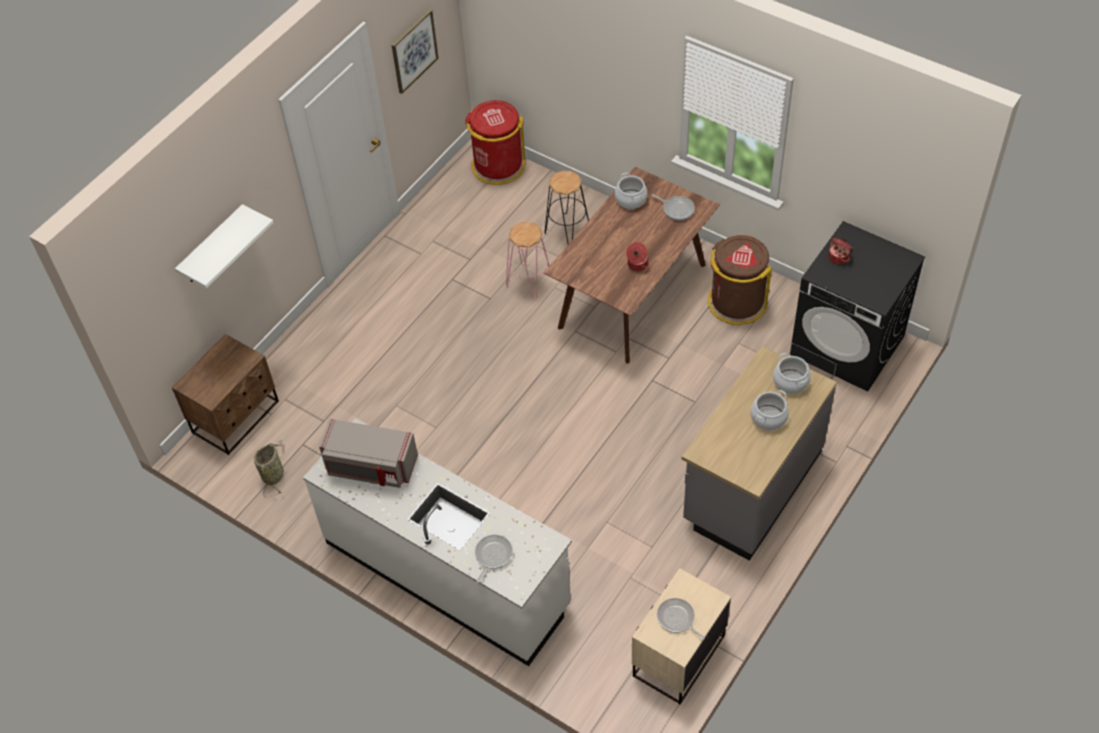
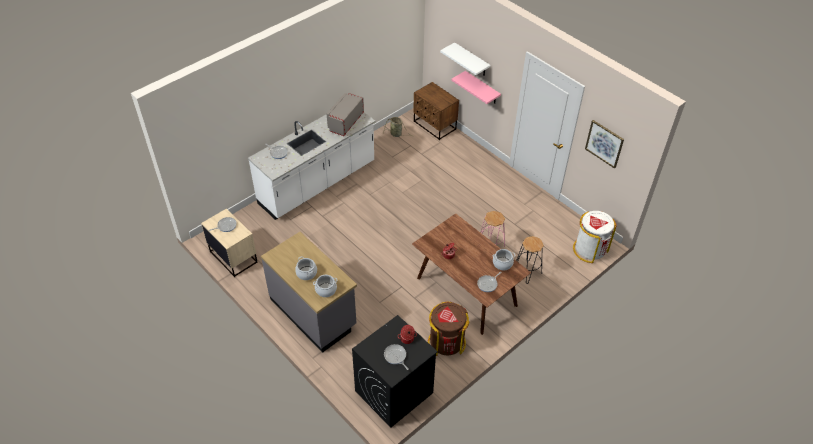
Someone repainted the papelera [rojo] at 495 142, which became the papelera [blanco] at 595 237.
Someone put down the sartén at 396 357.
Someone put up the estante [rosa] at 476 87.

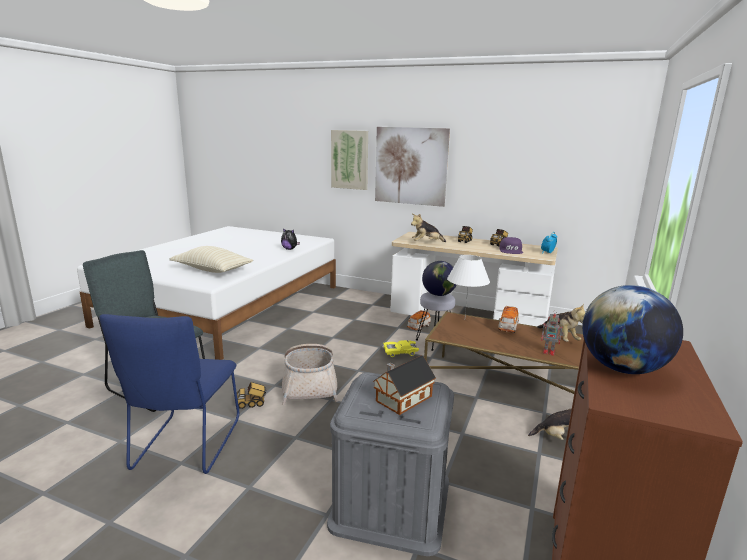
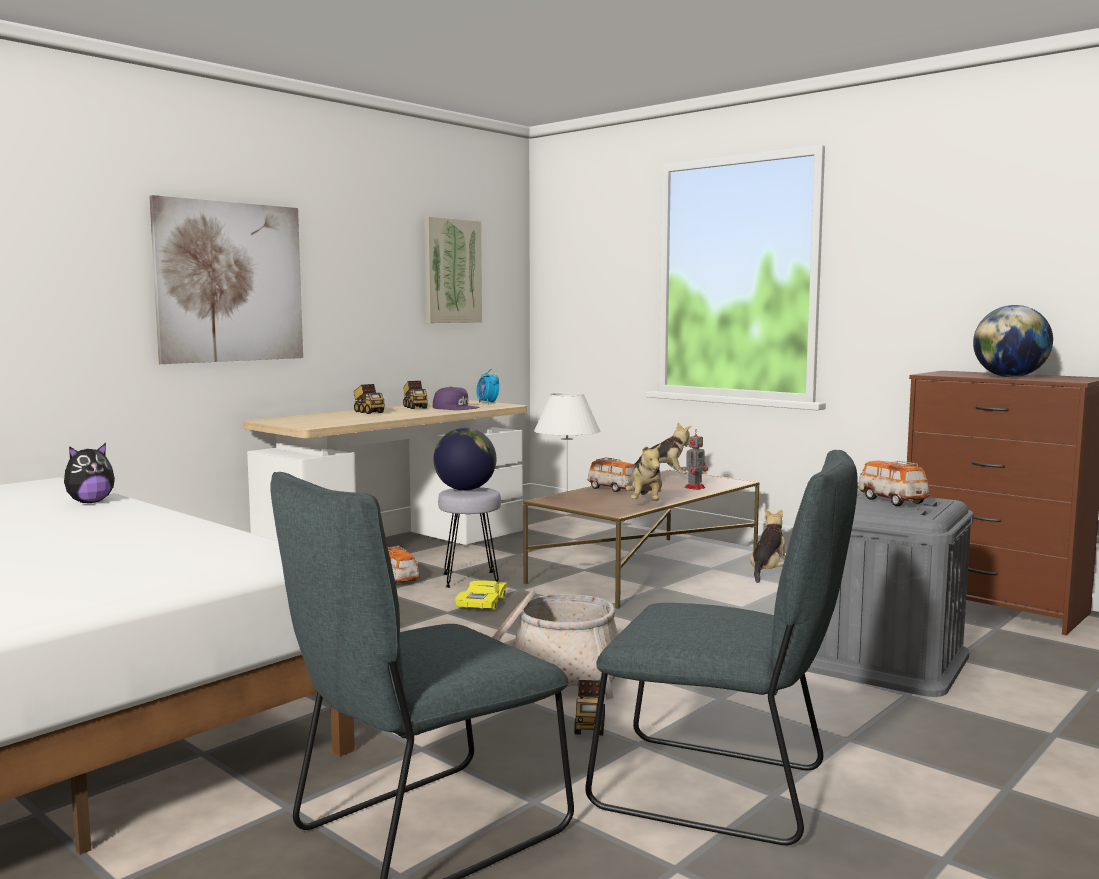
Someone repainted the silla [azul] at 169 394, which became the silla [gris] at 721 647.
Someone took away the cojín [beis] at 211 259.
Someone carried the cuadro from 349 160 to 453 269.
Someone swapped the casita at 404 385 for the coche de juguete at 894 483.
Someone carried the peluche from 428 227 to 644 472.

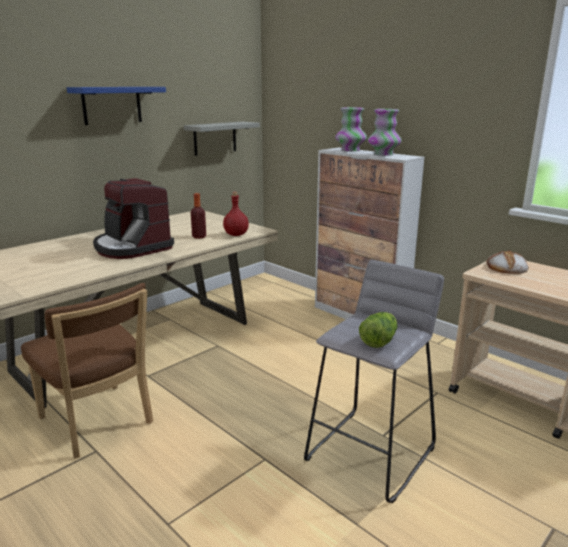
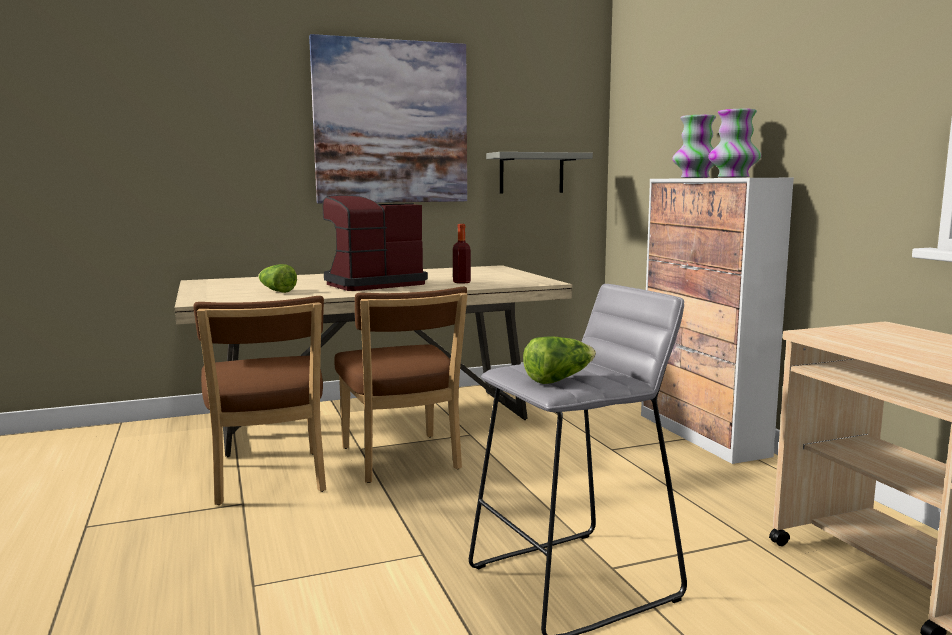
Someone swapped the estante [azul] at 116 106 for the cuadro at 388 118.
Someone rotated the cafetera at 133 218 by 75 degrees clockwise.
Someone took away the botella [rojo] at 236 214.
Someone took away the pan at 507 262.
Someone put down the lechuga at 277 278.
Someone put down the silla [marrón] at 401 385.

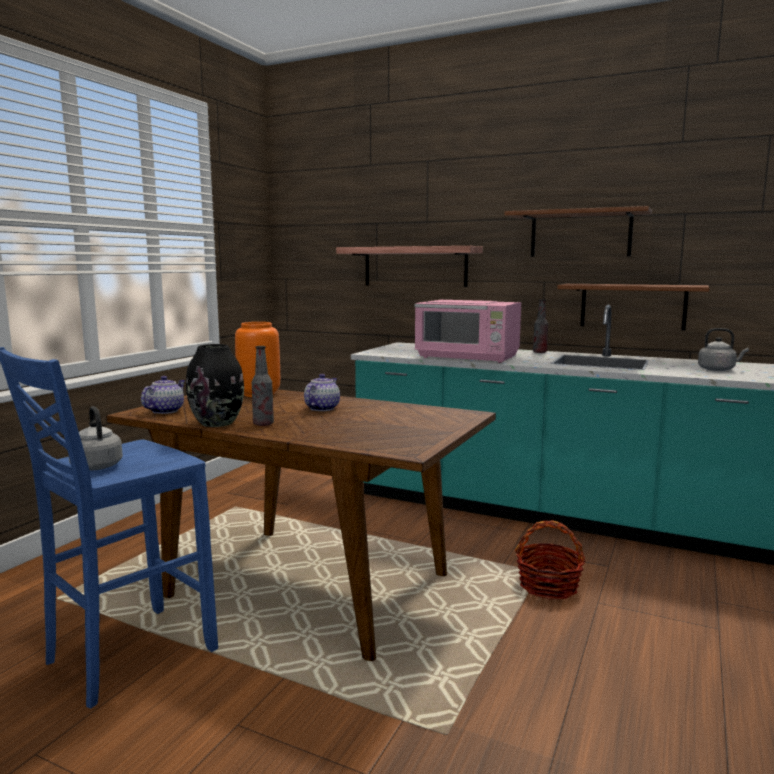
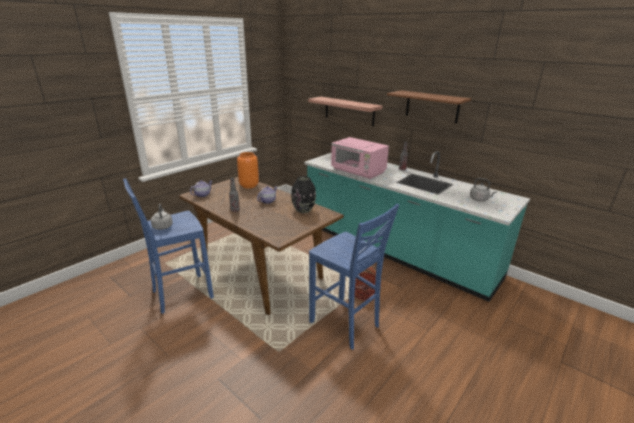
Someone carried the florero [negro] from 215 385 to 303 194.
Someone took away the estante [marrón] at 633 307.
Someone put down the taburete [azul] at 354 277.

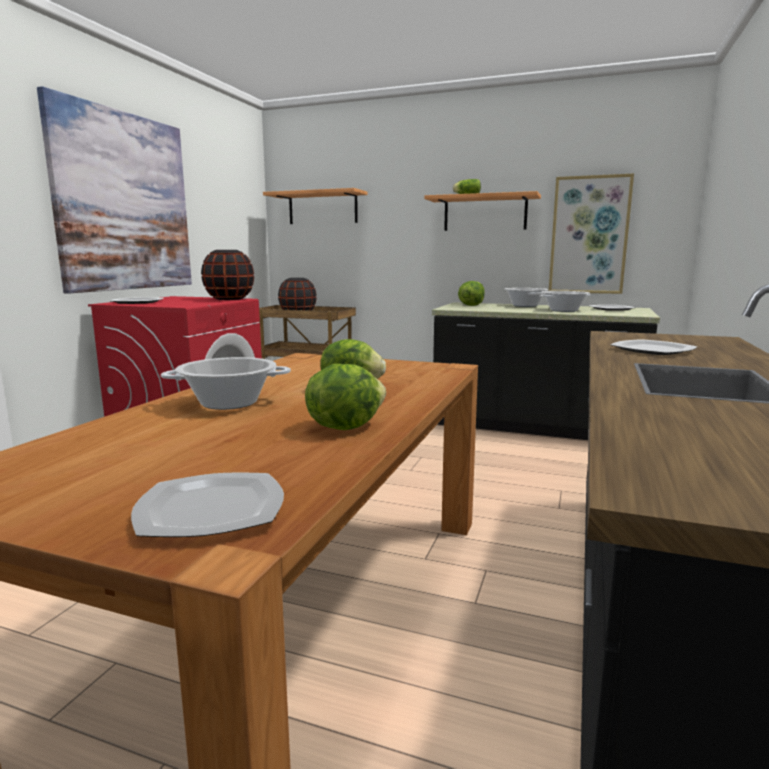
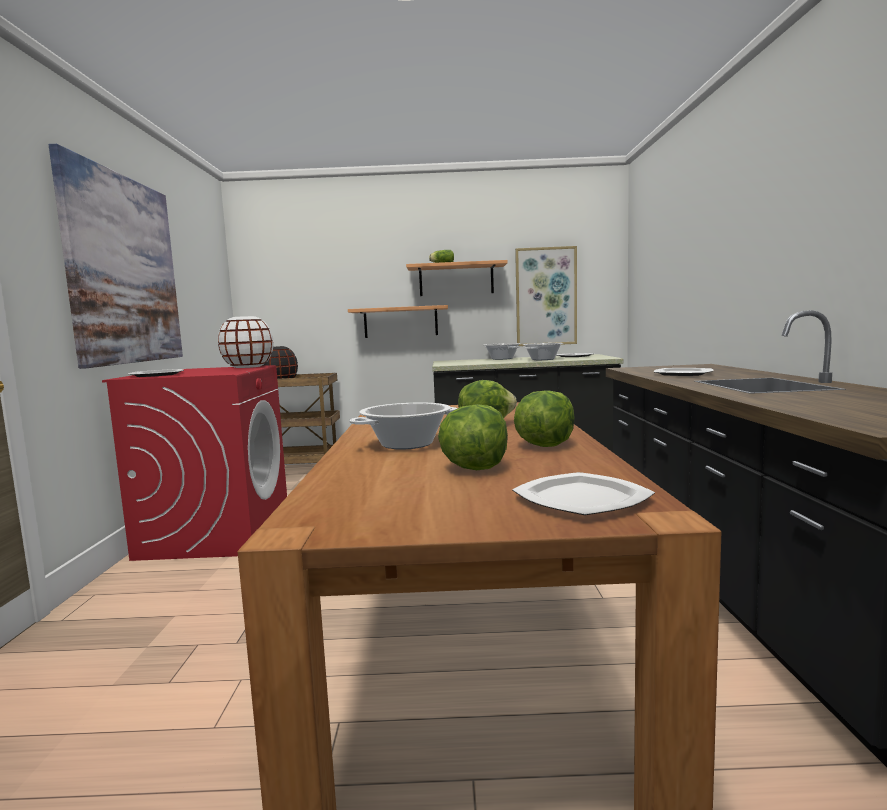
Someone repainted the florero [negro] at 227 275, which became the florero [blanco] at 246 342.
Someone carried the estante from 315 206 to 398 321.
Someone carried the lechuga from 471 293 to 473 437.

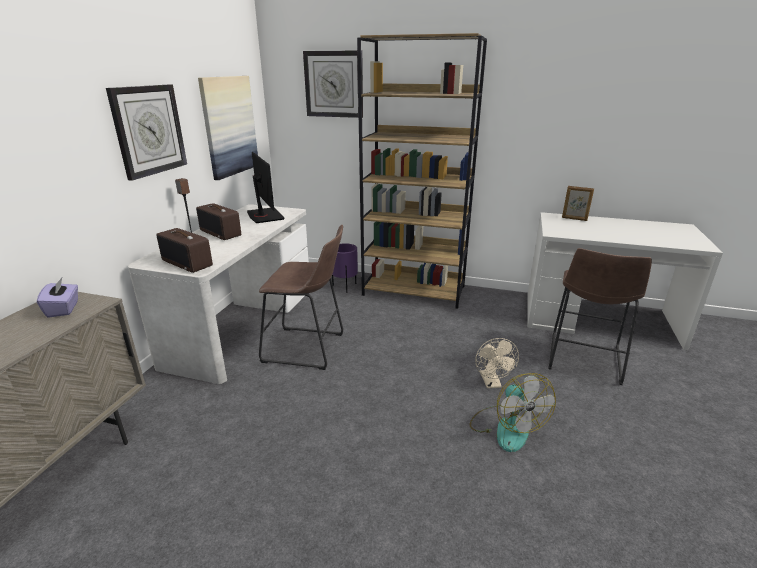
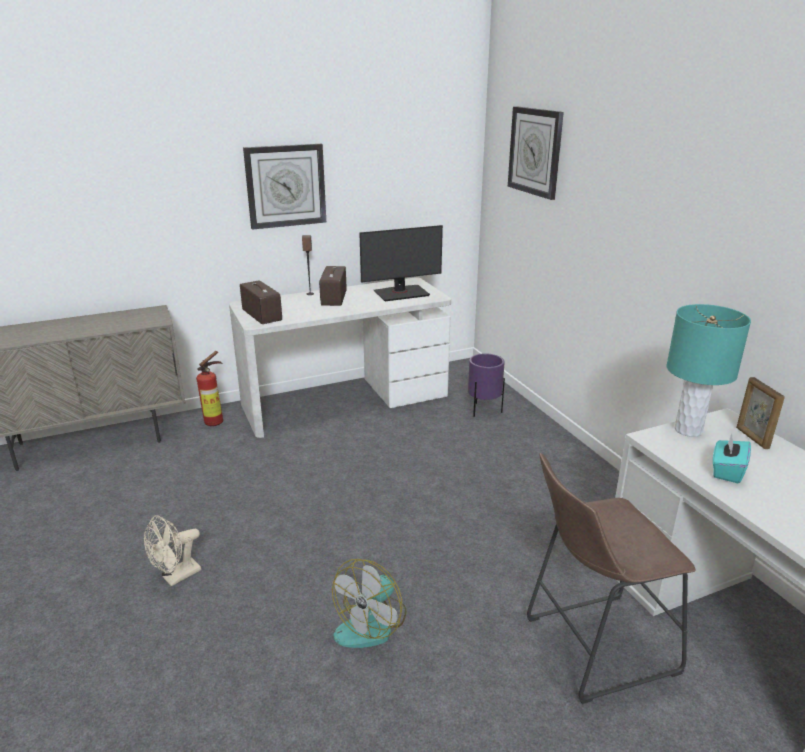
Someone took away the caja de pañuelos [morado] at 57 298.
Someone rotated the radio at 184 250 by 150 degrees clockwise.
Someone took away the cuadro at 228 128.
Someone rotated the monitor at 266 187 by 45 degrees clockwise.
Someone took away the taburete [marrón] at 301 297.
Someone took away the estantería [marrón] at 422 171.
Someone carried the ventilador [beis] from 497 363 to 172 550.
Someone put down the extintor at 209 388.
Someone put down the lámpara de mesa [turquesa] at 708 370.
Someone put down the caja de pañuelos [turquesa] at 732 458.

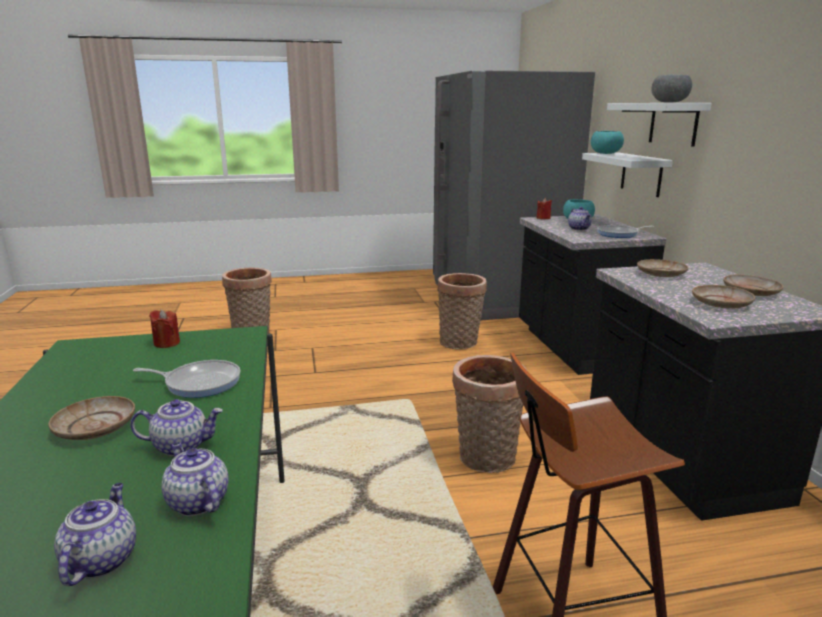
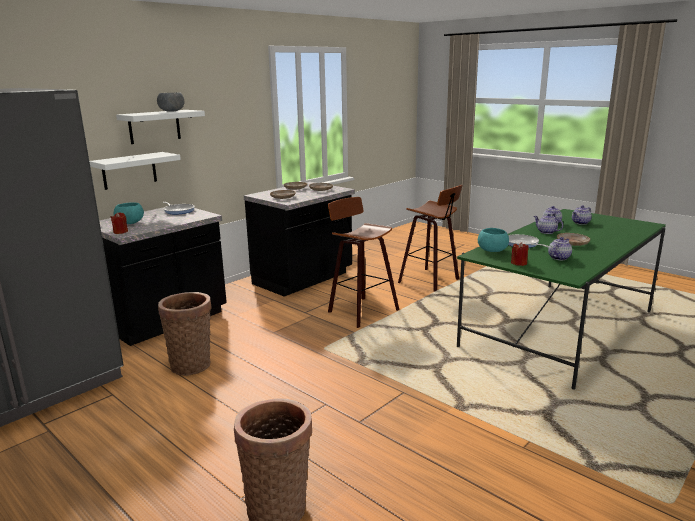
Someone swapped the cesta at 489 414 for the taburete at 363 262.
Someone carried the tetera from 580 218 to 560 248.
Someone carried the cuenco [turquesa] from 607 142 to 493 240.

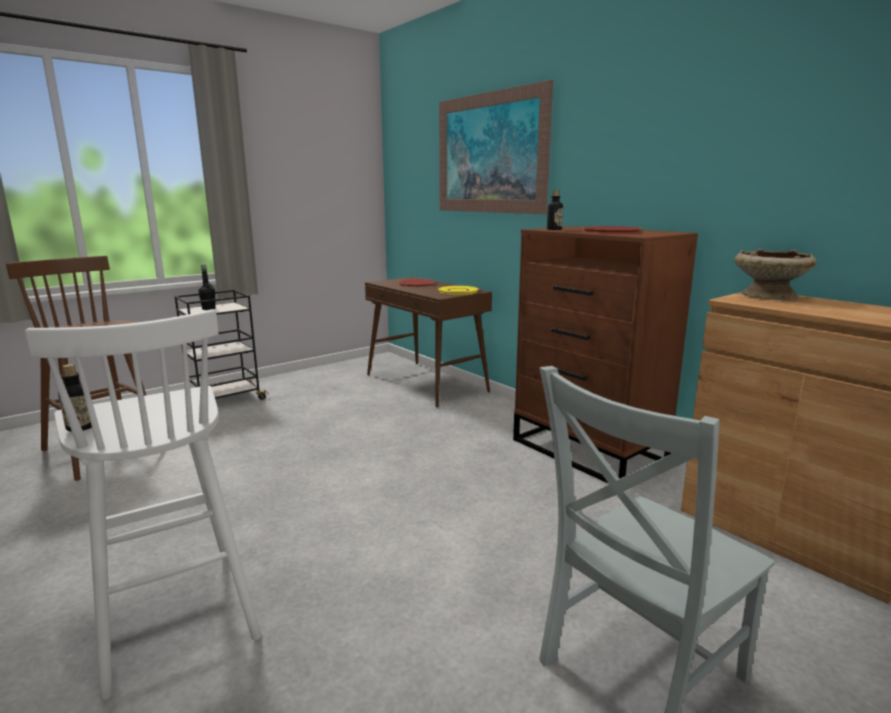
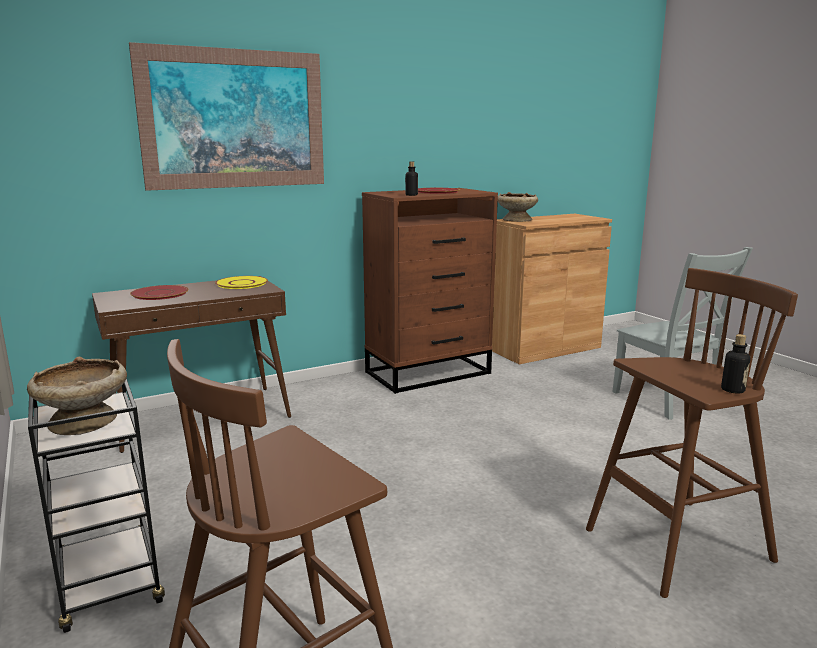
Someone repainted the taburete [blanco] at 143 504, which became the taburete [marrón] at 692 433.
Someone swapped the botella [negro] at 207 287 for the cuenco [beis] at 77 396.

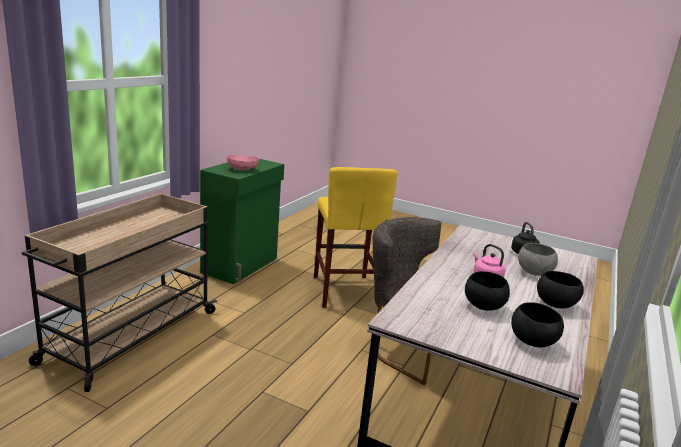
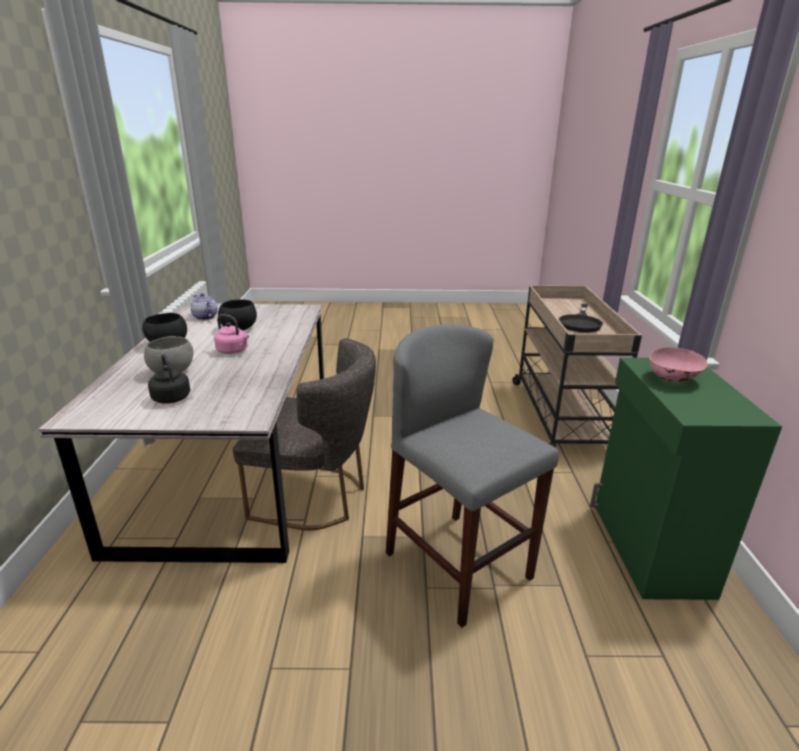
Someone repainted the taburete [amarillo] at 355 237, which became the taburete [gris] at 472 476.
Someone swapped the cuenco [negro] at 537 324 for the tetera at 204 306.
Someone put down the sartén [negro] at 581 318.

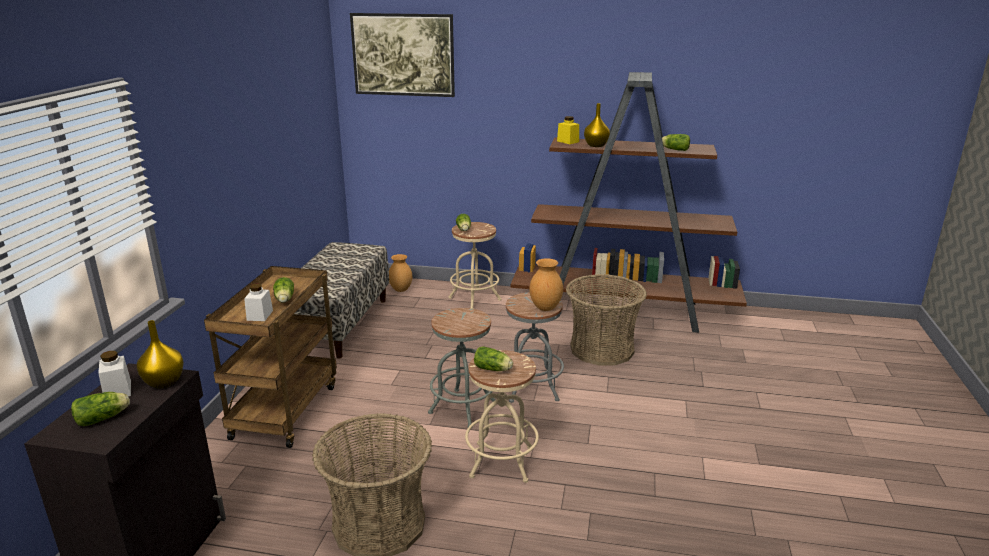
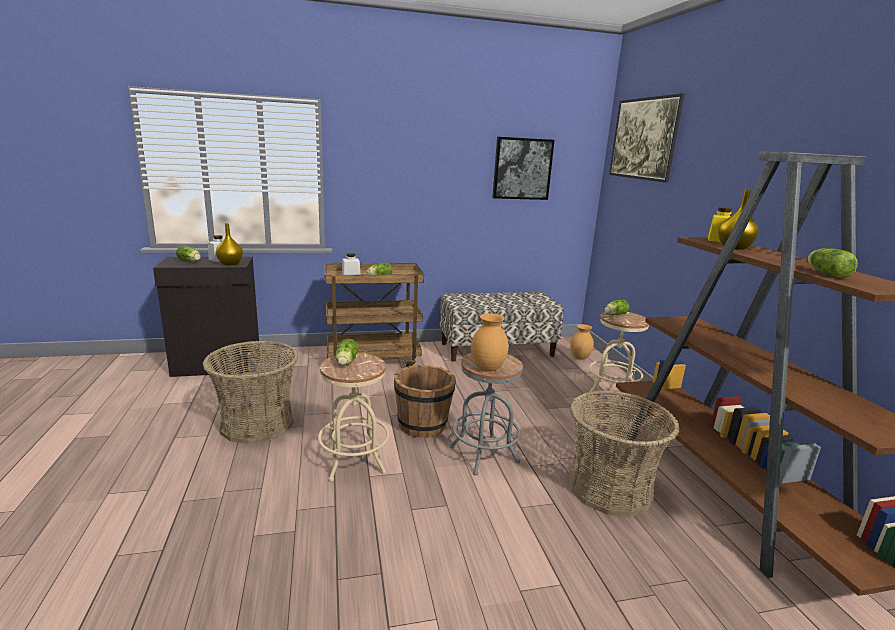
Someone swapped the taburete [gris] at 461 367 for the cubo [marrón] at 425 401.
Someone put up the cuadro at 524 168.

